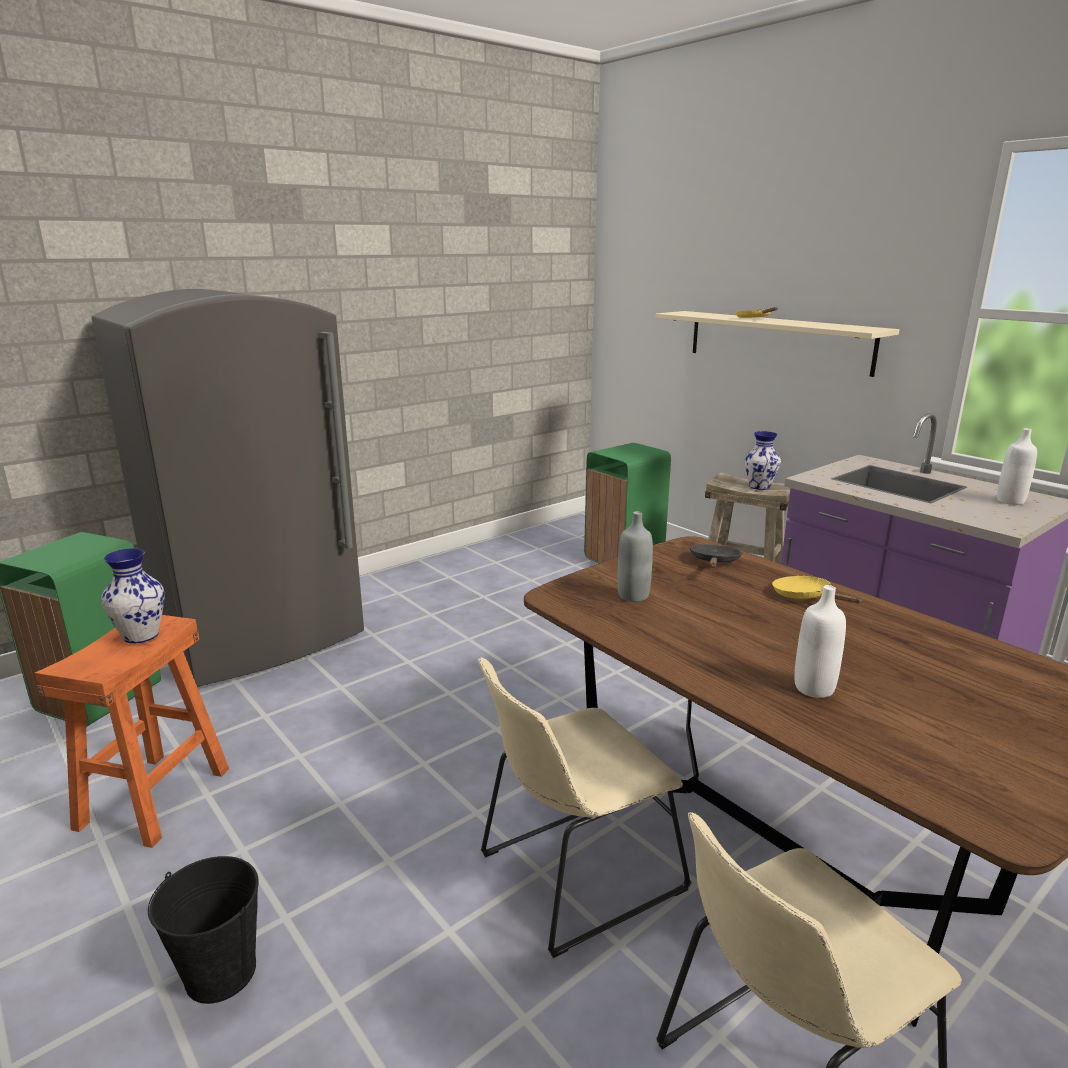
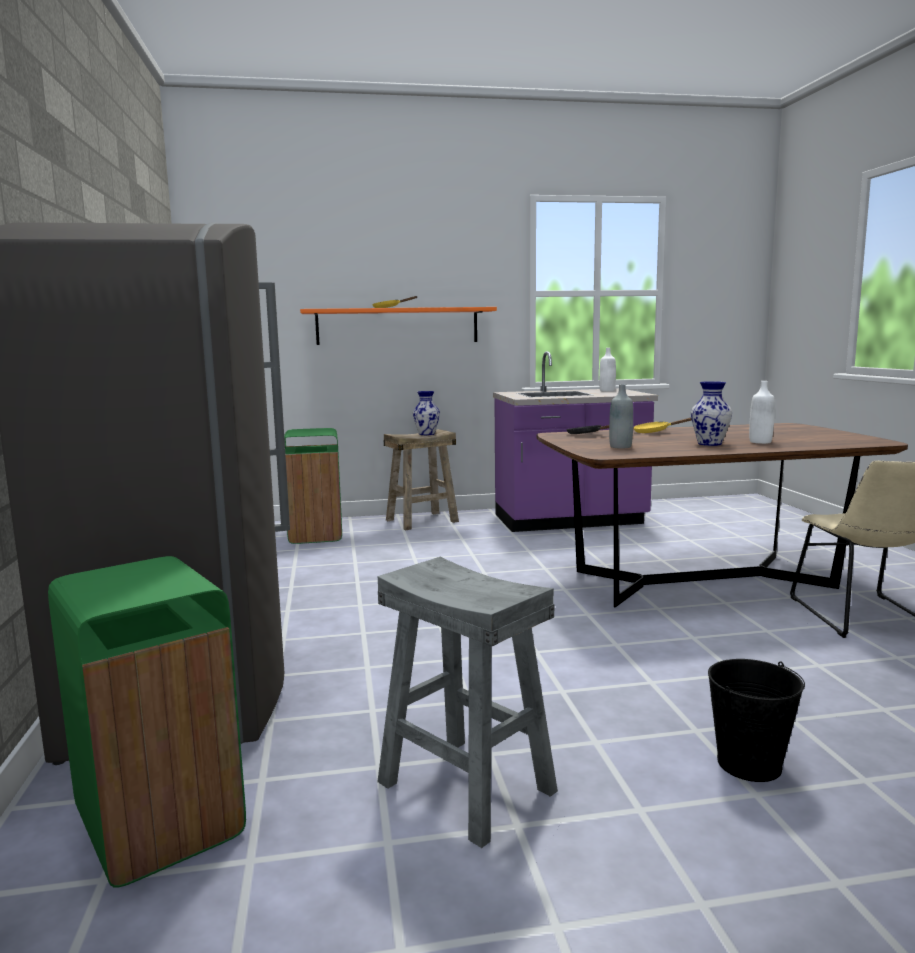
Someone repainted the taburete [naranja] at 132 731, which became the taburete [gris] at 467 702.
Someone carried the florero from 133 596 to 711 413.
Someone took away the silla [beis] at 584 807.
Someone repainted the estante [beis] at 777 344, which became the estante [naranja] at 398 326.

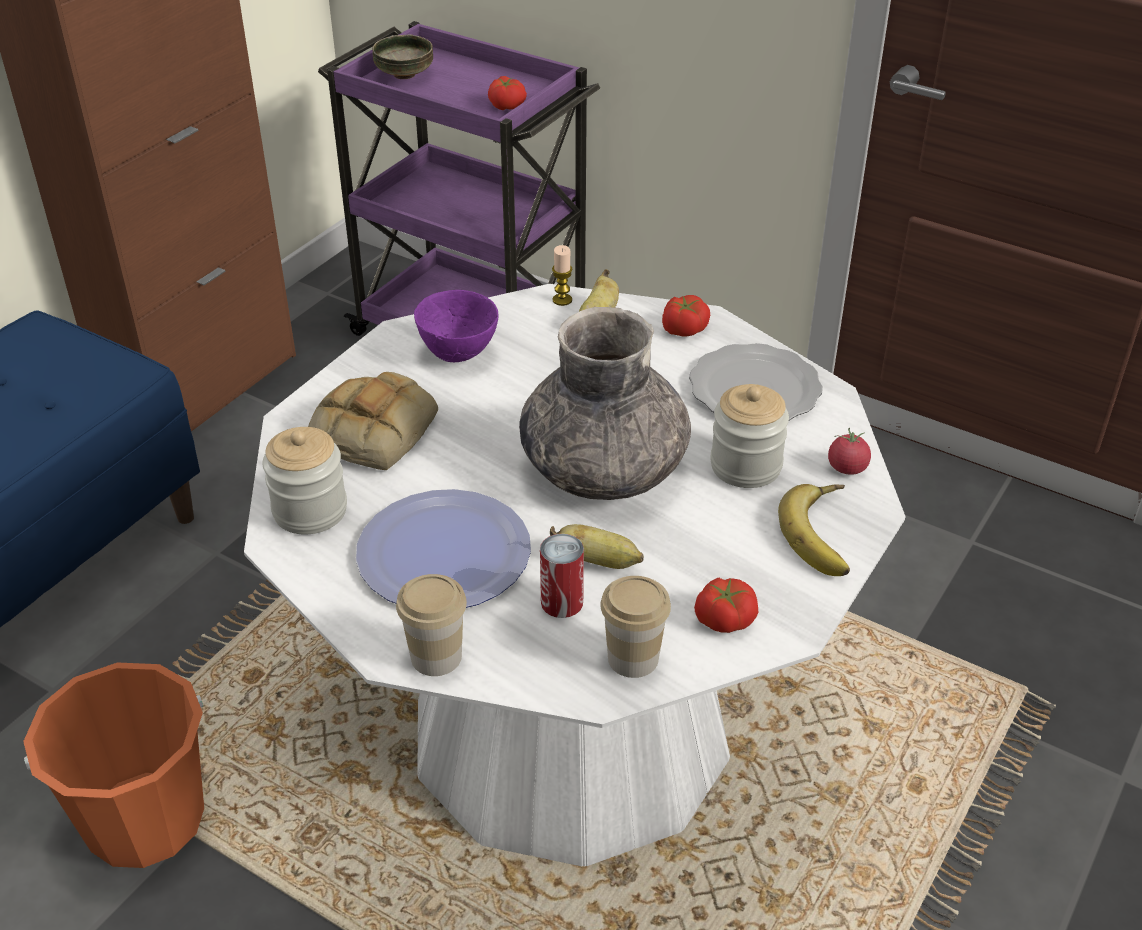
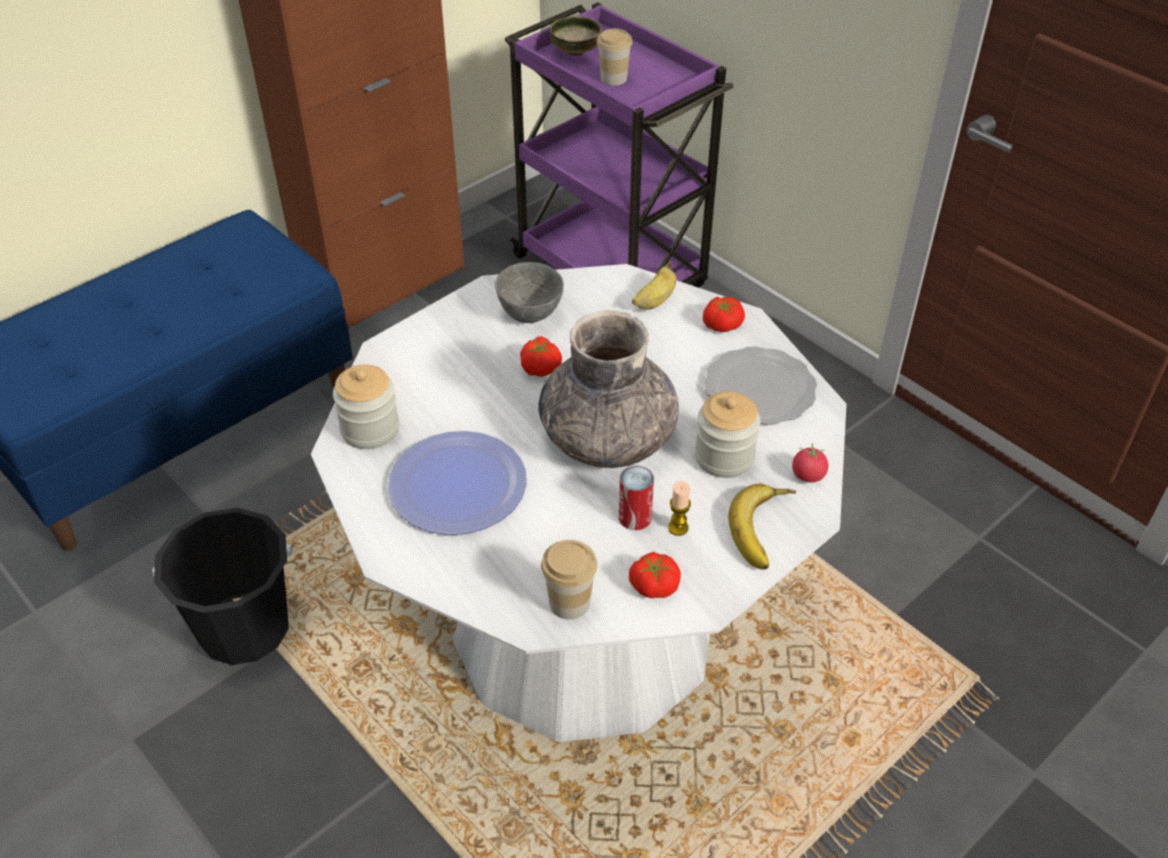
Someone repainted the cubo [naranja] at 113 765, which became the cubo [negro] at 222 586.
Someone took away the pan at 373 421.
Someone carried the taza from 431 625 to 615 57.
Someone repainted the cuenco [morado] at 456 326, which became the cuenco [gris] at 529 292.
Someone carried the tomate from 507 93 to 541 356.
Someone carried the lata from 562 576 to 636 498.
Someone took away the plátano at 597 546.
Someone carried the vela from 562 275 to 679 508.

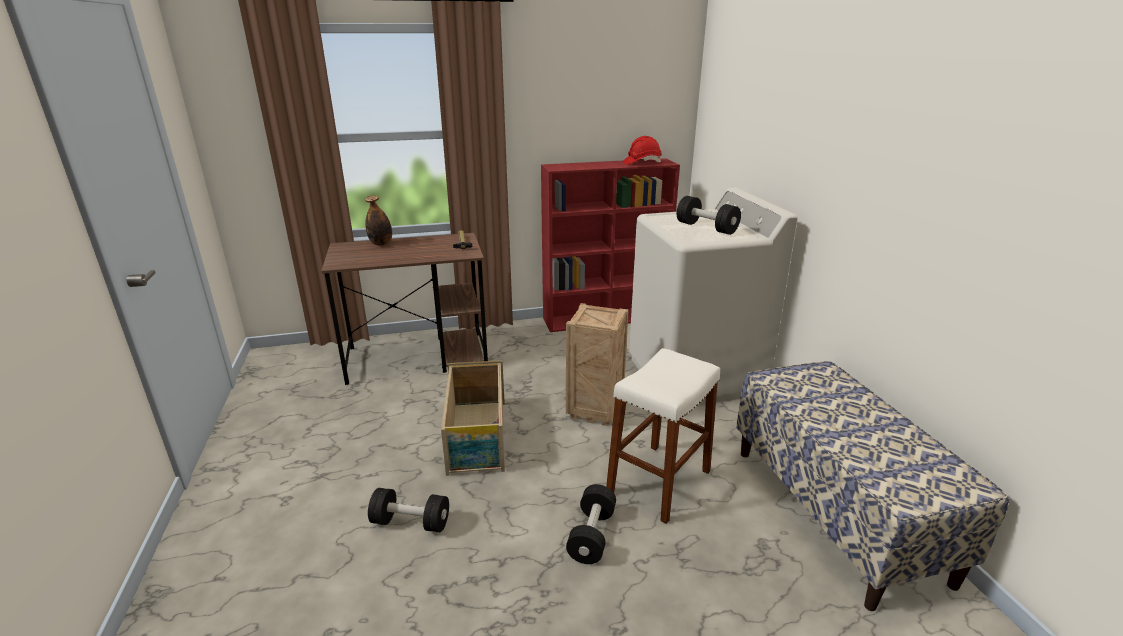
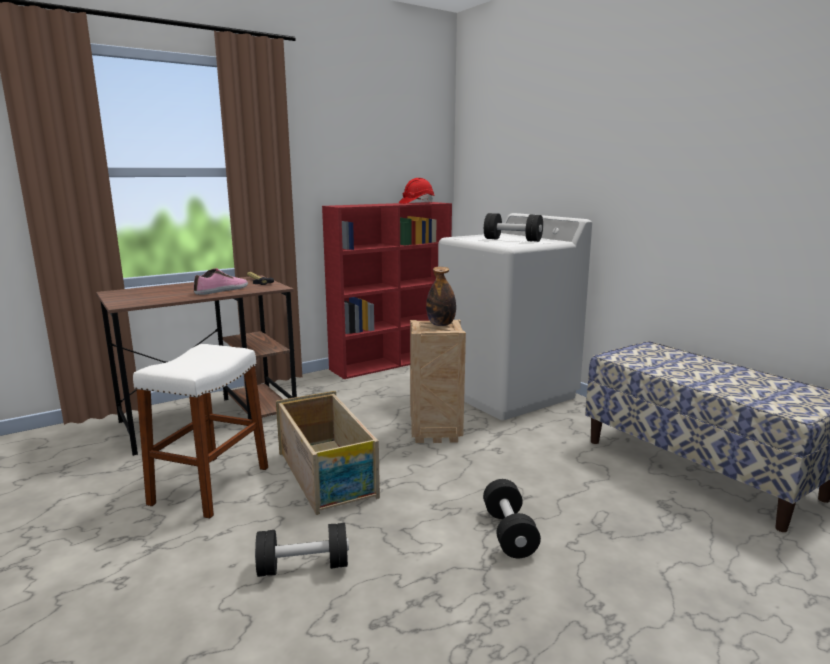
Someone carried the botella from 378 220 to 441 296.
Someone carried the taburete [blanco] from 663 436 to 200 431.
Someone put down the zapato at 220 282.

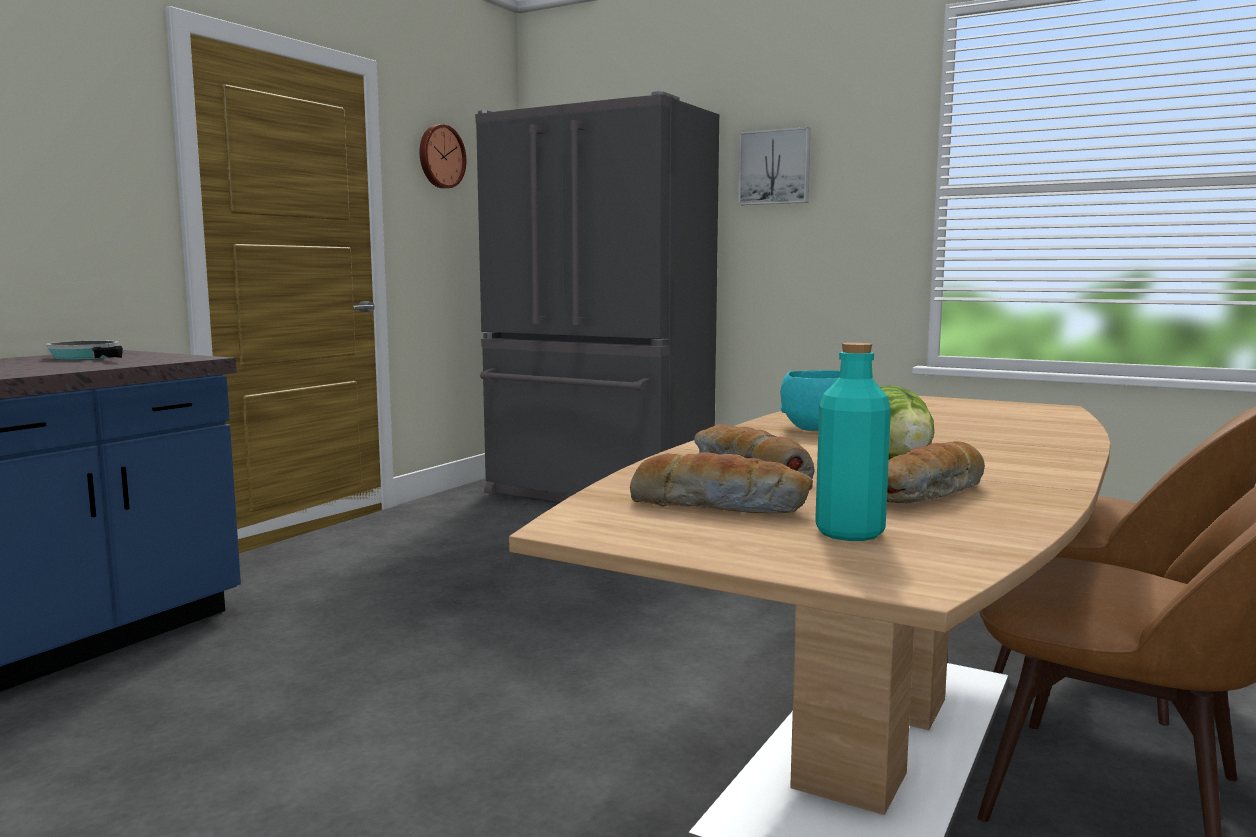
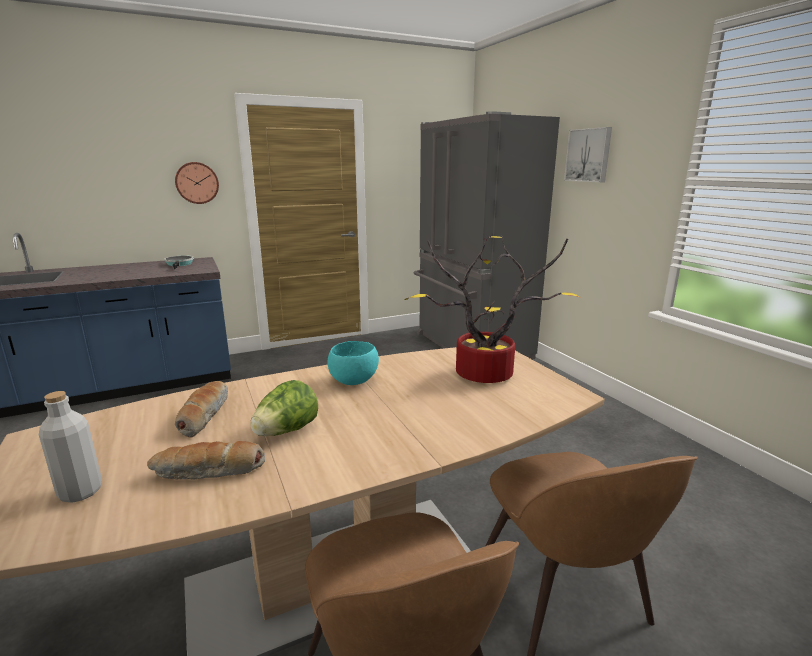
Someone carried the reloj de pared from 443 156 to 197 183.
Someone took away the pan at 721 482.
Someone repainted the botella [turquesa] at 853 442, which became the botella [gris] at 70 447.
Someone put down the planta en maceta at 492 309.

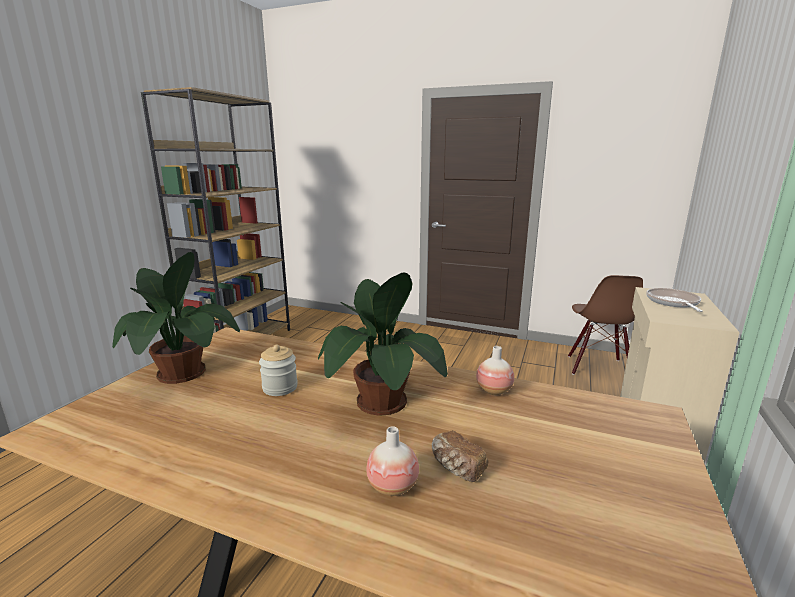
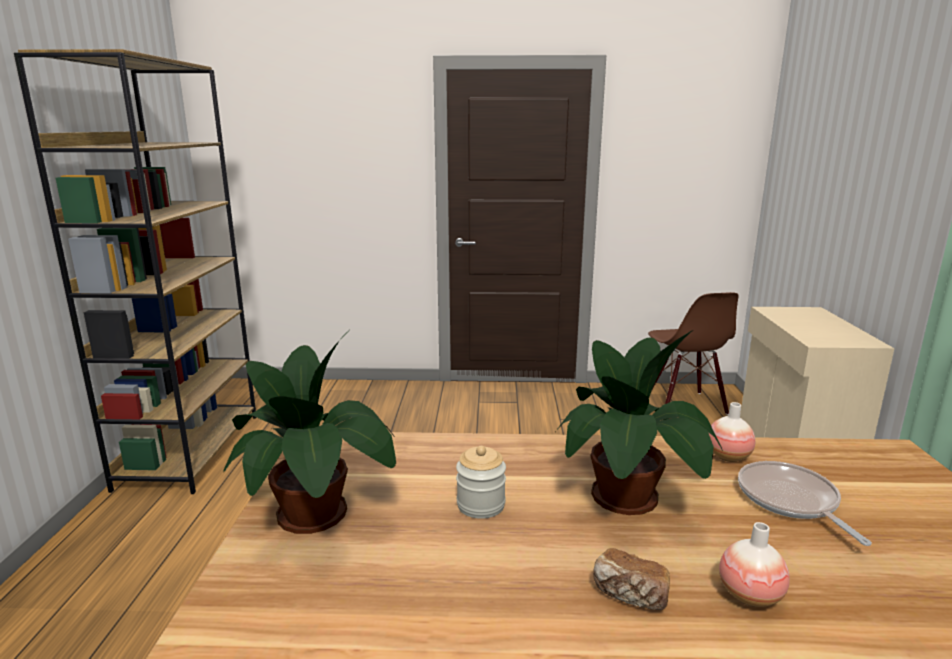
Someone carried the pan from 460 456 to 631 579.
Someone carried the sartén from 674 300 to 805 503.

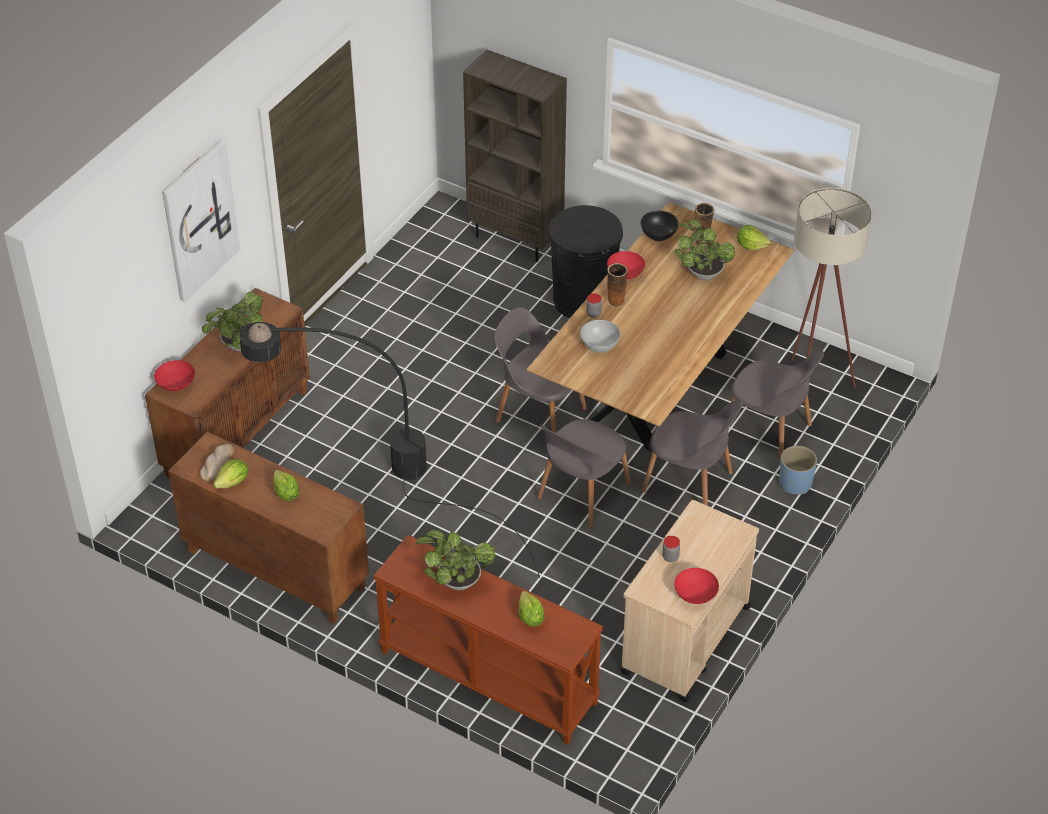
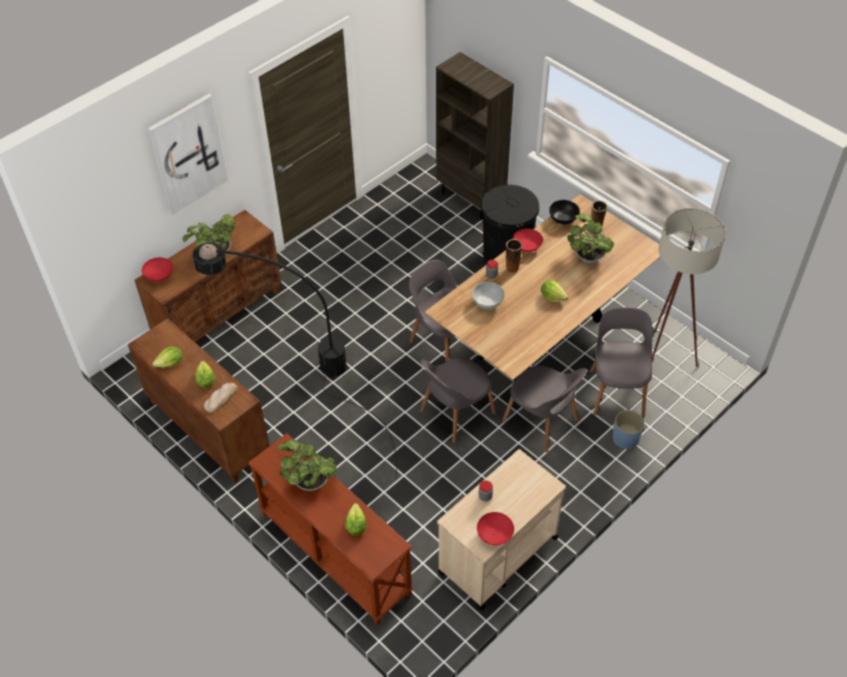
Someone carried the pan from 217 463 to 220 398.
Someone rotated the silla [gris] at 777 407 by 135 degrees counterclockwise.
Someone carried the lechuga from 754 237 to 554 291.

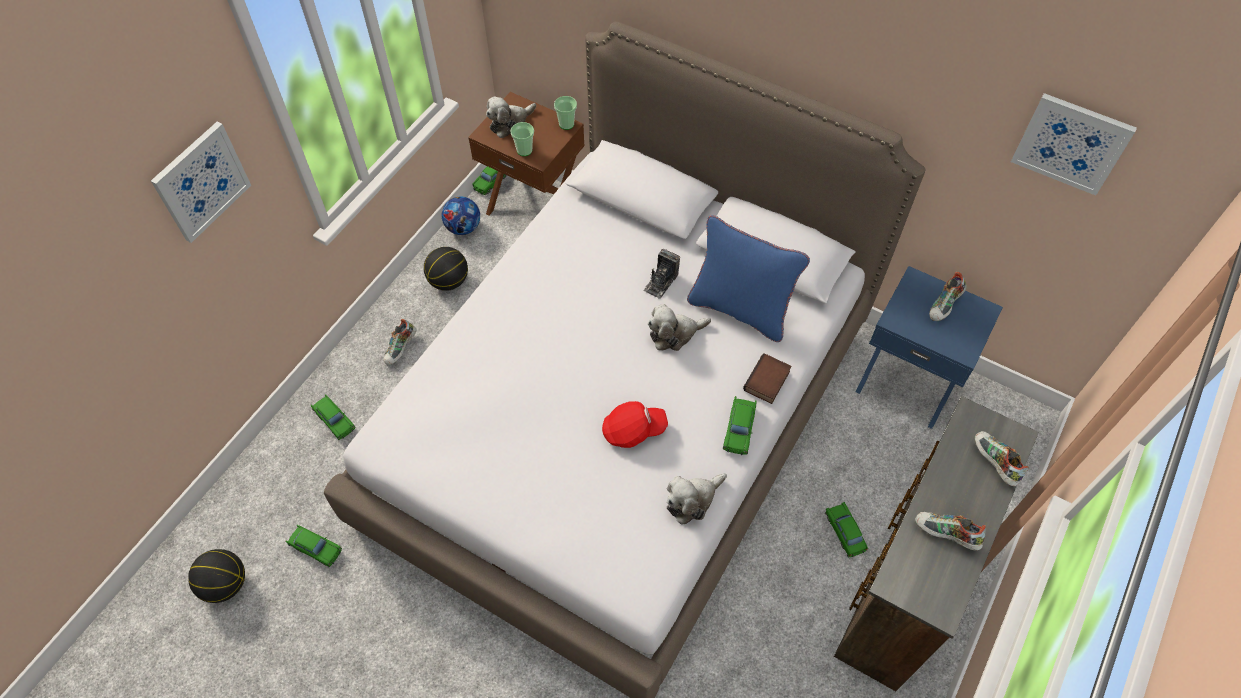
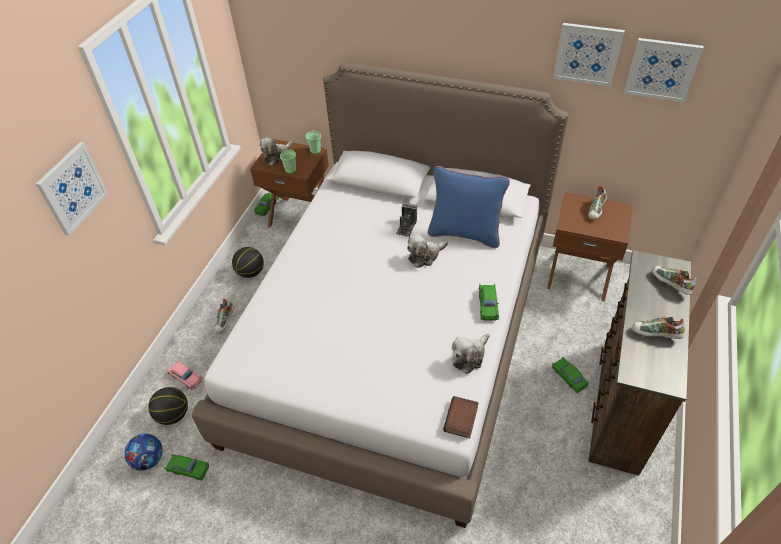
Someone carried the balón de baloncesto from 216 576 to 168 406.
Someone repainted the coche de juguete [verde] at 333 417, which became the coche de juguete [rosa] at 184 375.
Someone carried the balón de fútbol from 461 215 to 143 452.
Someone took away the gorra [rojo] at 635 424.
Someone carried the libro from 767 378 to 461 417.
Someone repainted the mesita de noche [azul] at 929 347, which became the mesita de noche [marrón] at 590 246.
Someone put up the cuadro at 589 55.

